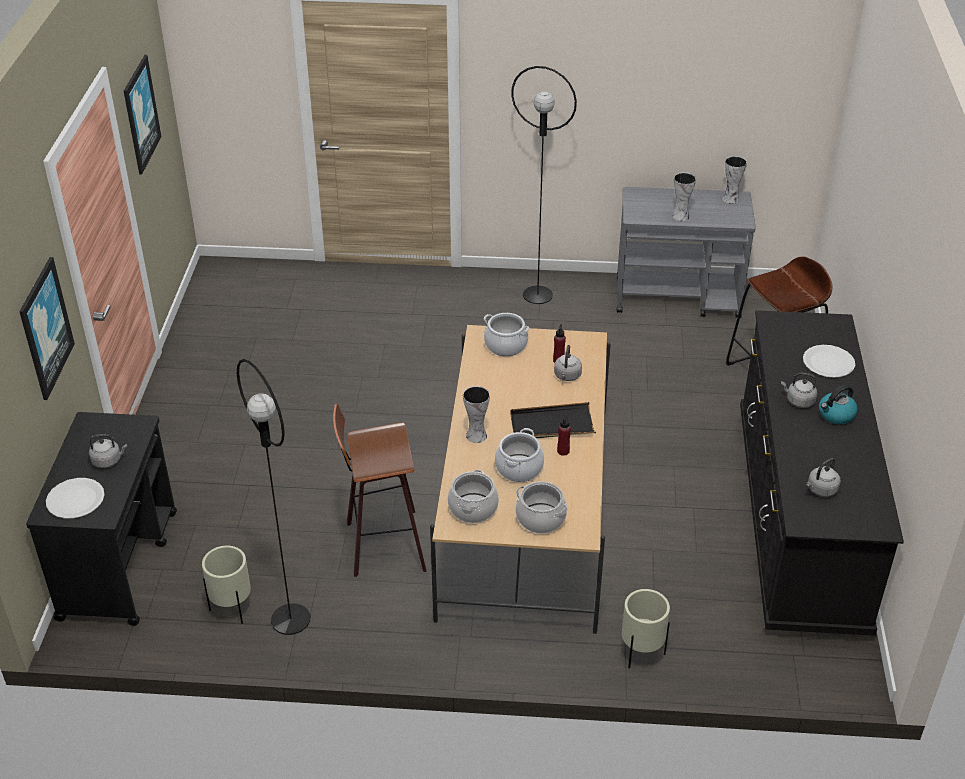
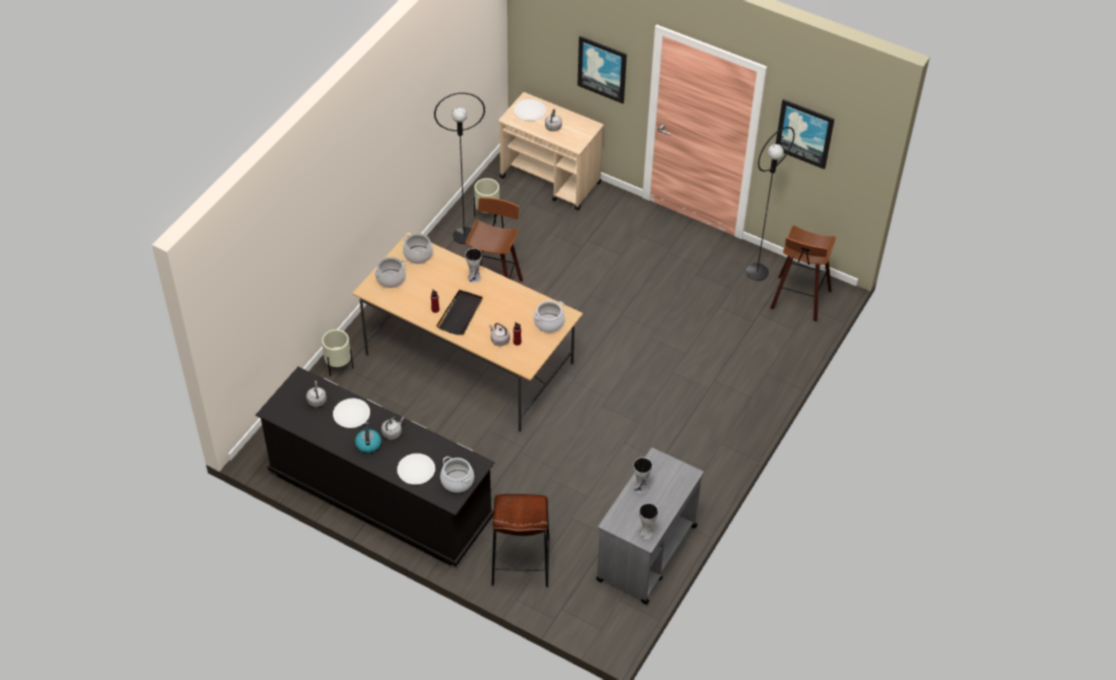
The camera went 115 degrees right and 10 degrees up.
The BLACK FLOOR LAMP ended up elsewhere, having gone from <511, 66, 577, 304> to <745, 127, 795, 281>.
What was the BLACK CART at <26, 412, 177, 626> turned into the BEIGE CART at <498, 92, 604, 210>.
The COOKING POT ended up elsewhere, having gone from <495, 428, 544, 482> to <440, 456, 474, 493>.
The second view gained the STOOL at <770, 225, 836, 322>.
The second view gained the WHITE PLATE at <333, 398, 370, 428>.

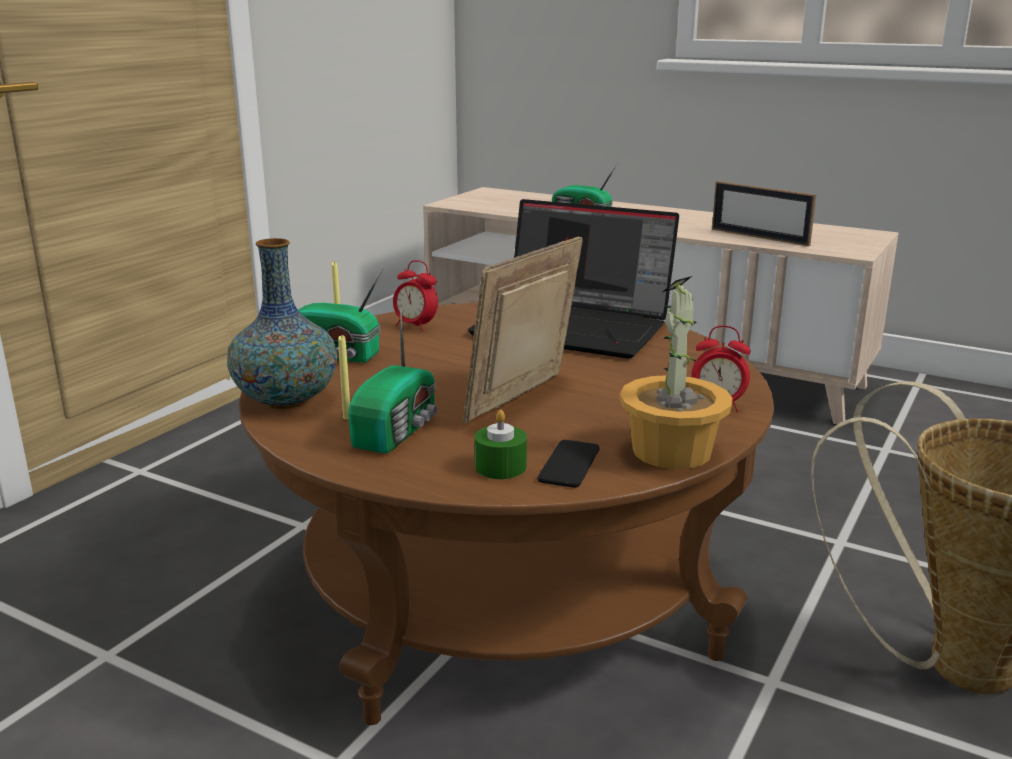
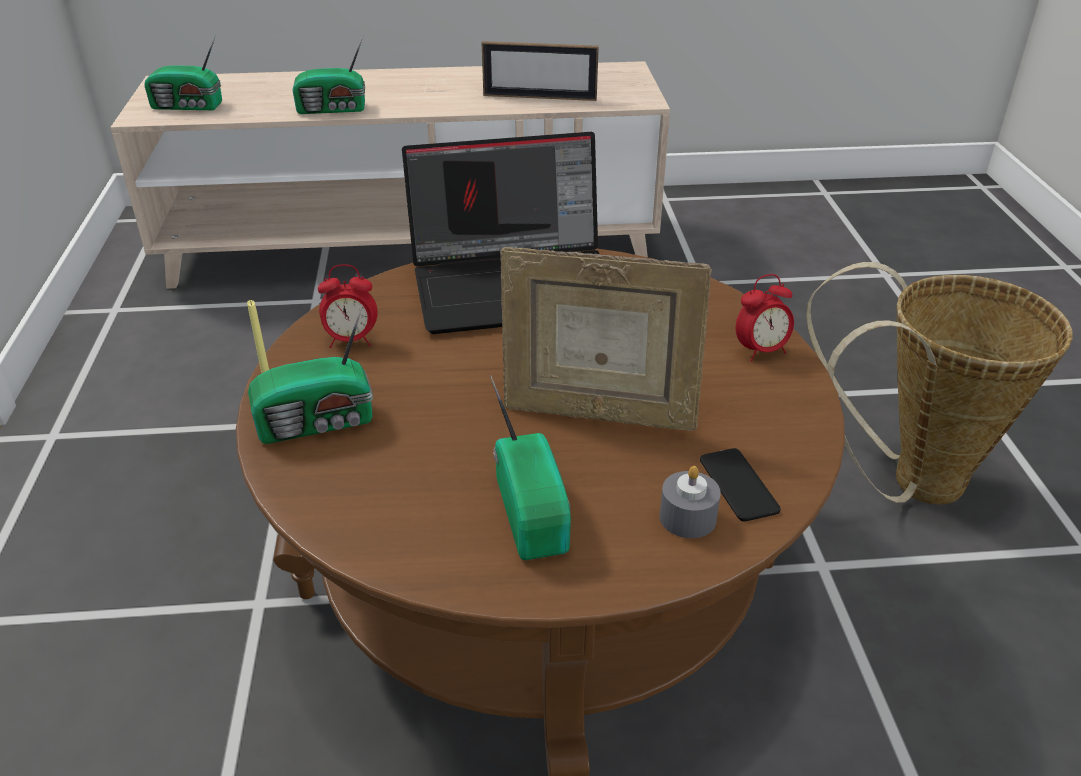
The camera went 35 degrees left and 15 degrees up.
The PICTURE FRAME at <463, 237, 582, 423> ended up facing another way, 75 degrees counterclockwise from before.
The second view lost the VASE at <227, 238, 337, 409>.
The second view lost the POTTED PLANT at <619, 276, 733, 469>.
The second view lost the YELLOW CANDLE at <338, 335, 350, 420>.
What was the GREEN CANDLE at <474, 410, 527, 479> turned into the GREY CANDLE at <659, 466, 721, 538>.
The second view gained the RADIO at <144, 34, 222, 110>.

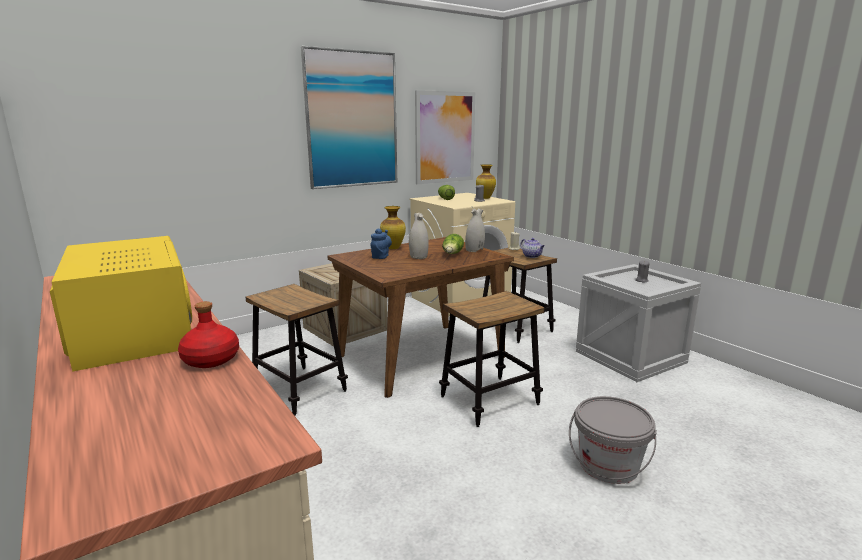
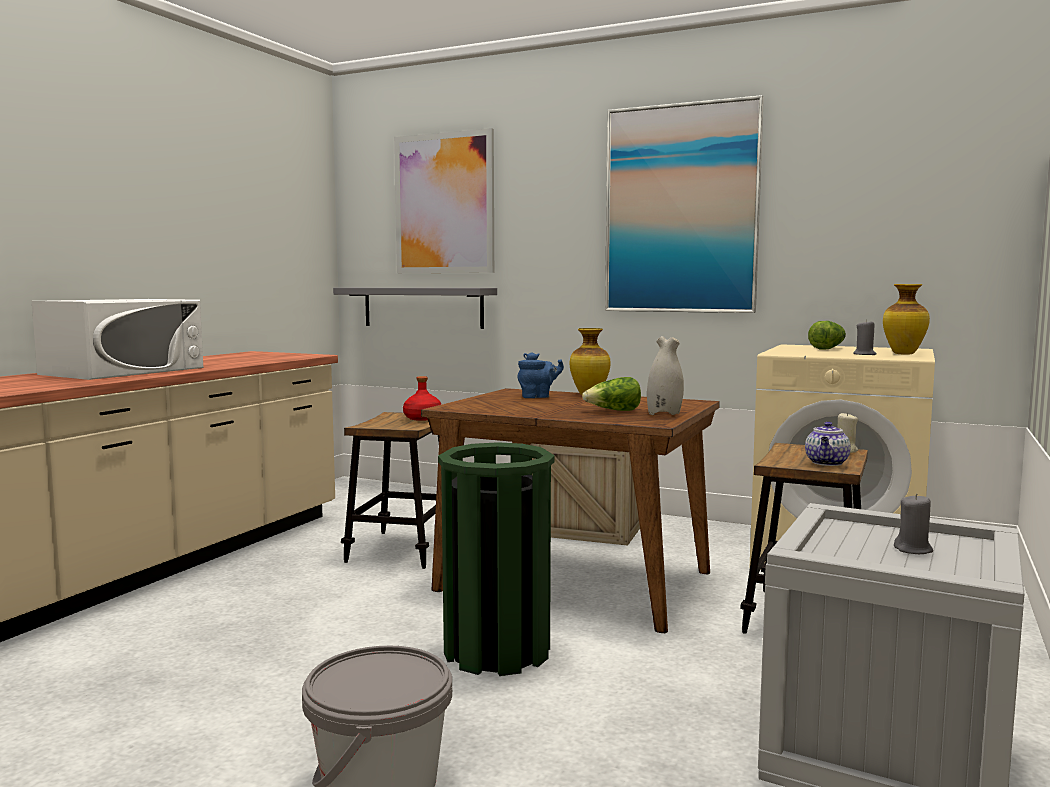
The camera went 60 degrees right and 10 degrees down.
The PICTURE ended up elsewhere, having gone from <415, 90, 475, 184> to <394, 128, 494, 273>.
The second view lost the WHITE VASE at <409, 213, 429, 259>.
What was the YELLOW MICROWAVE at <50, 236, 192, 372> turned into the WHITE MICROWAVE at <32, 299, 203, 380>.
Where the STOOL stood at <439, 291, 545, 427>, the GREEN TRASH CAN came to stand at <438, 442, 555, 676>.
The RED BOTTLE ended up elsewhere, having gone from <178, 301, 239, 368> to <403, 376, 442, 421>.
The second view gained the GREY SHELF at <333, 288, 497, 329>.

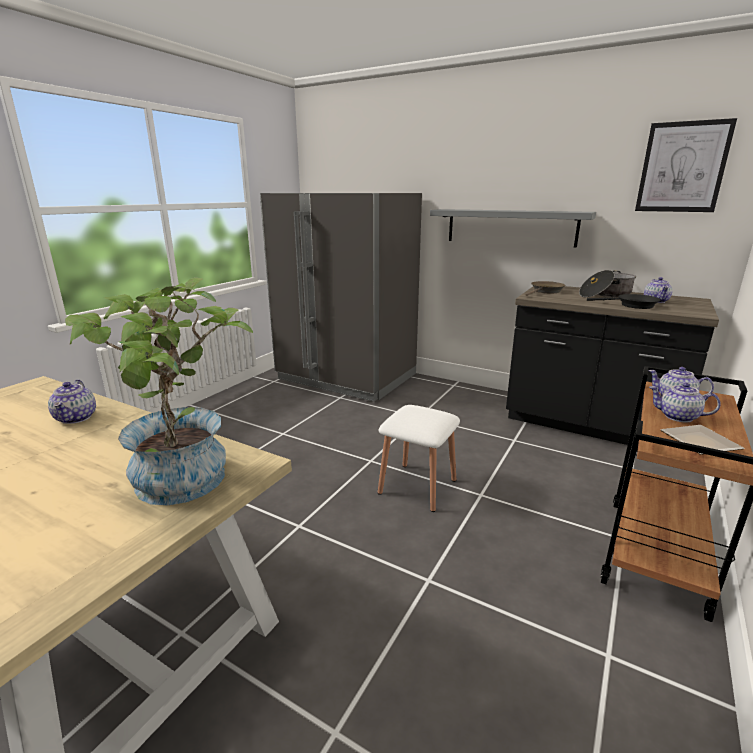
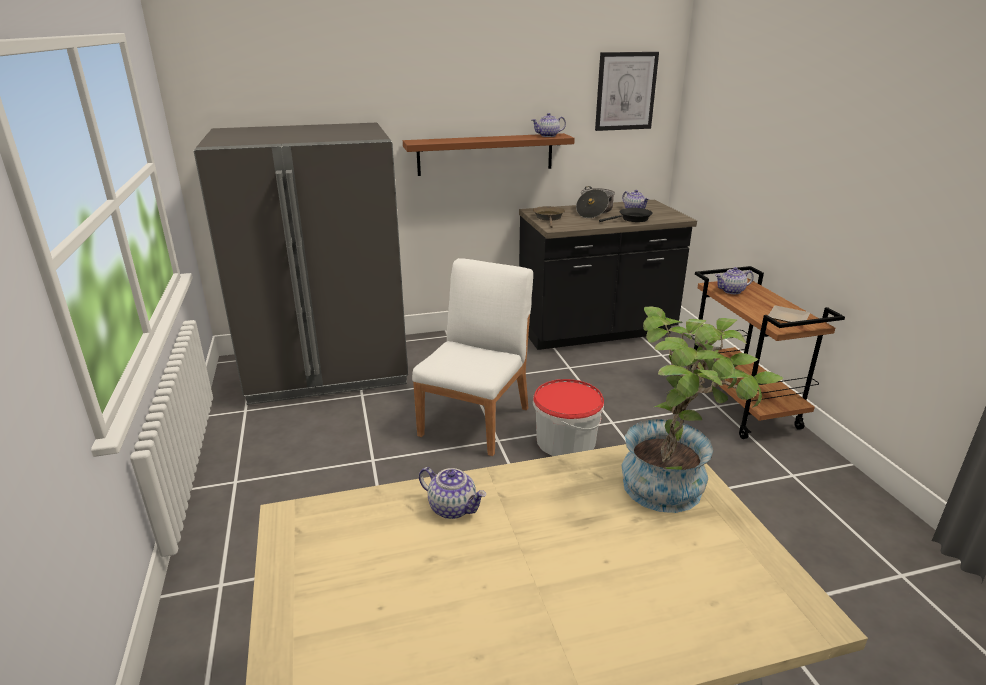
The camera went 45 degrees left and 5 degrees up.
What was the GREY SHELF at <430, 209, 596, 248> turned into the BROWN SHELF at <403, 133, 575, 176>.
The TEAPOT ended up elsewhere, having gone from <649, 383, 721, 423> to <532, 113, 566, 137>.
Where the WHITE STOOL stood at <378, 405, 460, 512>, the BUCKET came to stand at <533, 379, 604, 456>.
The second view gained the WHITE CHAIR at <412, 258, 533, 456>.

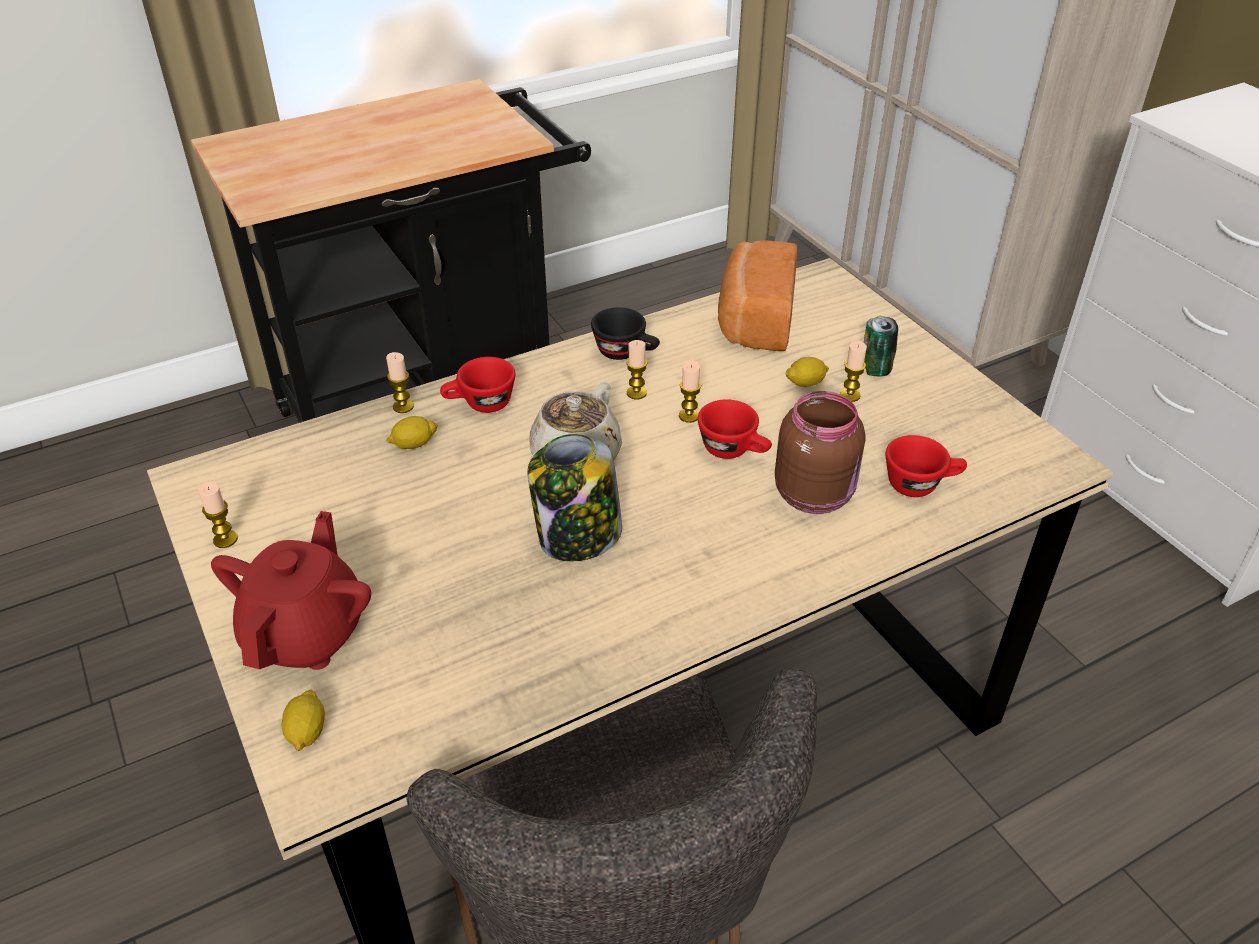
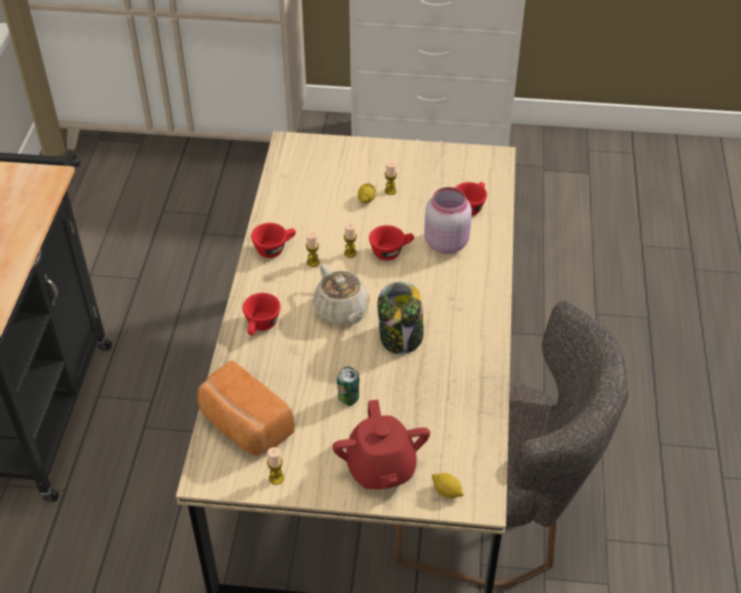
The camera went 55 degrees left and 5 degrees up.
The BREAD ended up elsewhere, having gone from <718, 240, 797, 351> to <198, 361, 295, 456>.
What was the BLACK CUP at <591, 307, 660, 360> turned into the RED CUP at <251, 223, 296, 258>.
The CAN ended up elsewhere, having gone from <864, 316, 898, 377> to <337, 366, 360, 406>.
The second view lost the CANDLE at <386, 352, 414, 413>.
What was the BROWN JAR at <775, 391, 866, 514> turned into the PINK JAR at <424, 187, 472, 254>.
The second view lost the LEMON at <386, 416, 438, 449>.
The RED TEAPOT at <211, 511, 371, 670> ended up facing another way, 150 degrees counterclockwise from before.

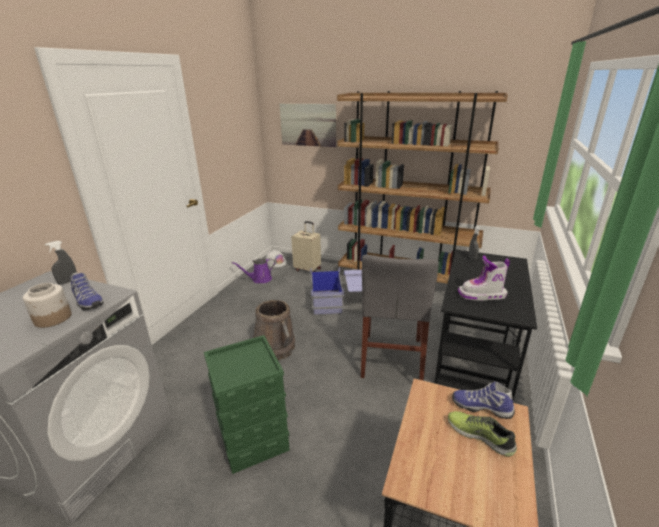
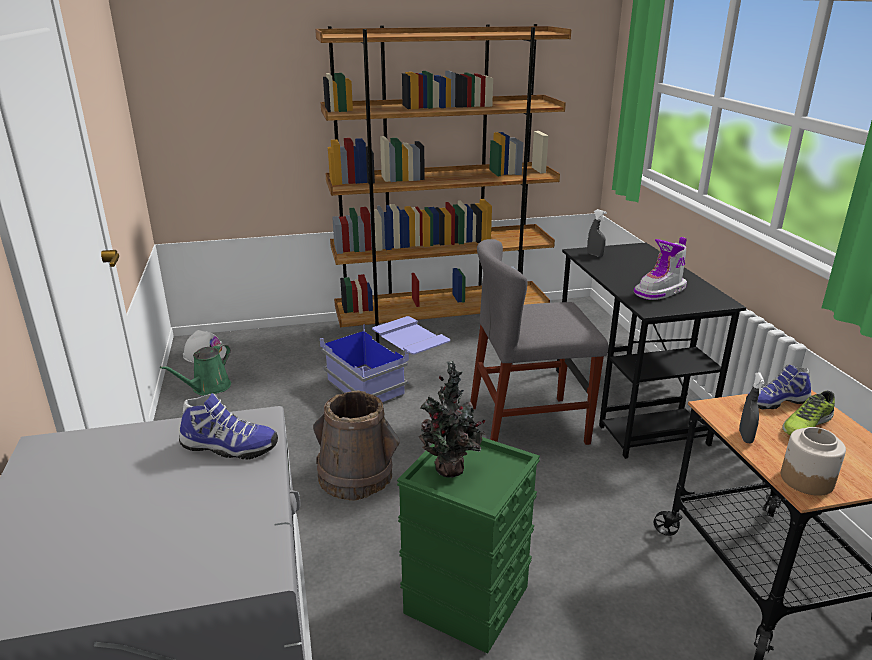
The camera went 35 degrees left and 0 degrees up.
The second view lost the PICTURE at <280, 103, 336, 147>.
The second view lost the BEIGE SUITCASE at <291, 221, 321, 272>.
The GREY SPRAY BOTTLE ended up elsewhere, having gone from <45, 241, 77, 285> to <739, 373, 765, 443>.
The GREY CHAIR at <361, 254, 439, 381> ended up facing another way, 105 degrees clockwise from before.
What was the PURPLE WATERING CAN at <232, 258, 275, 283> turned into the GREEN WATERING CAN at <160, 344, 231, 396>.
The JAR ended up elsewhere, having gone from <23, 283, 71, 328> to <781, 427, 846, 496>.
The SHOE at <448, 411, 517, 457> ended up facing another way, 45 degrees counterclockwise from before.
The second view gained the POTTED PLANT at <418, 360, 485, 478>.

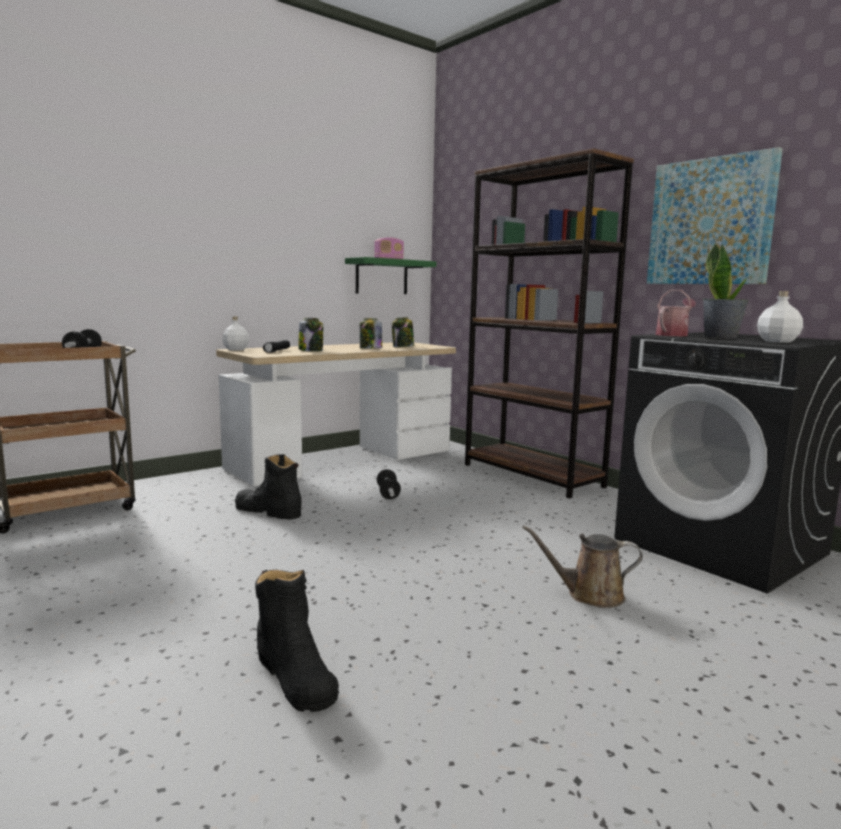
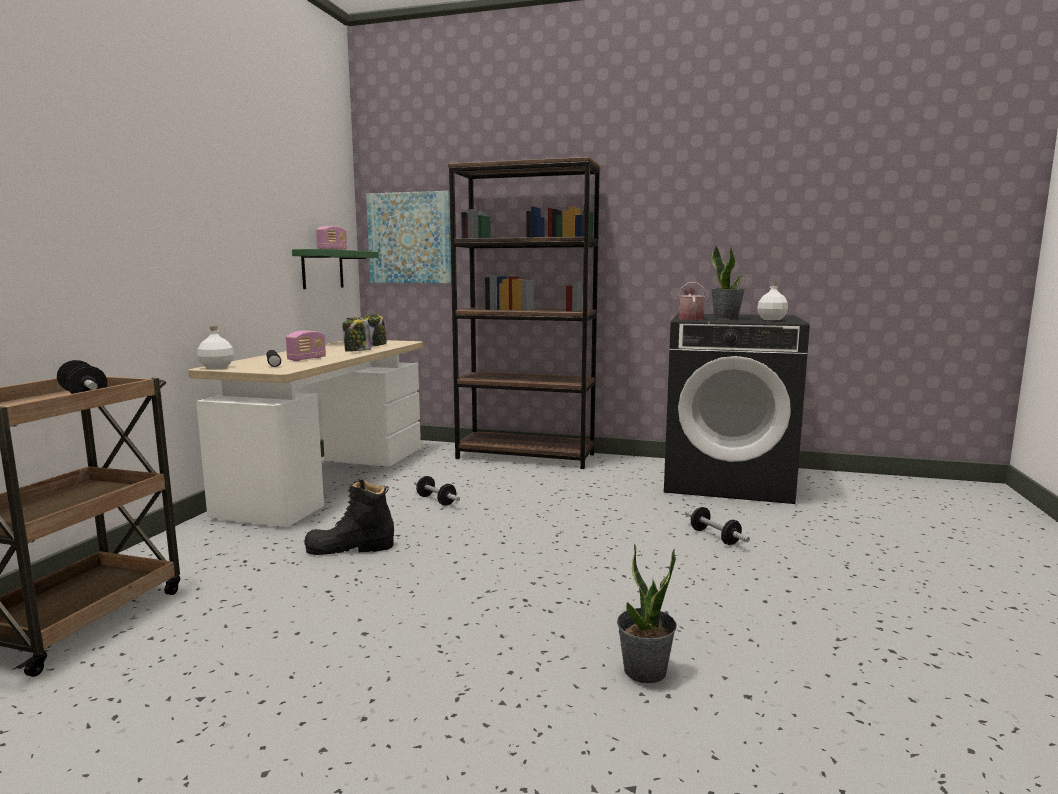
The camera went 35 degrees left and 0 degrees up.
The PICTURE ended up elsewhere, having gone from <647, 147, 783, 284> to <366, 191, 452, 283>.
Where the JAR stood at <298, 318, 323, 352>, the RADIO came to stand at <286, 331, 326, 361>.
Where the BROWN WATERING CAN stood at <522, 525, 643, 608>, the DUMBBELL came to stand at <685, 507, 750, 545>.
Where the BLACK BOOT stood at <255, 570, 339, 712>, the POTTED PLANT came to stand at <617, 543, 677, 683>.

